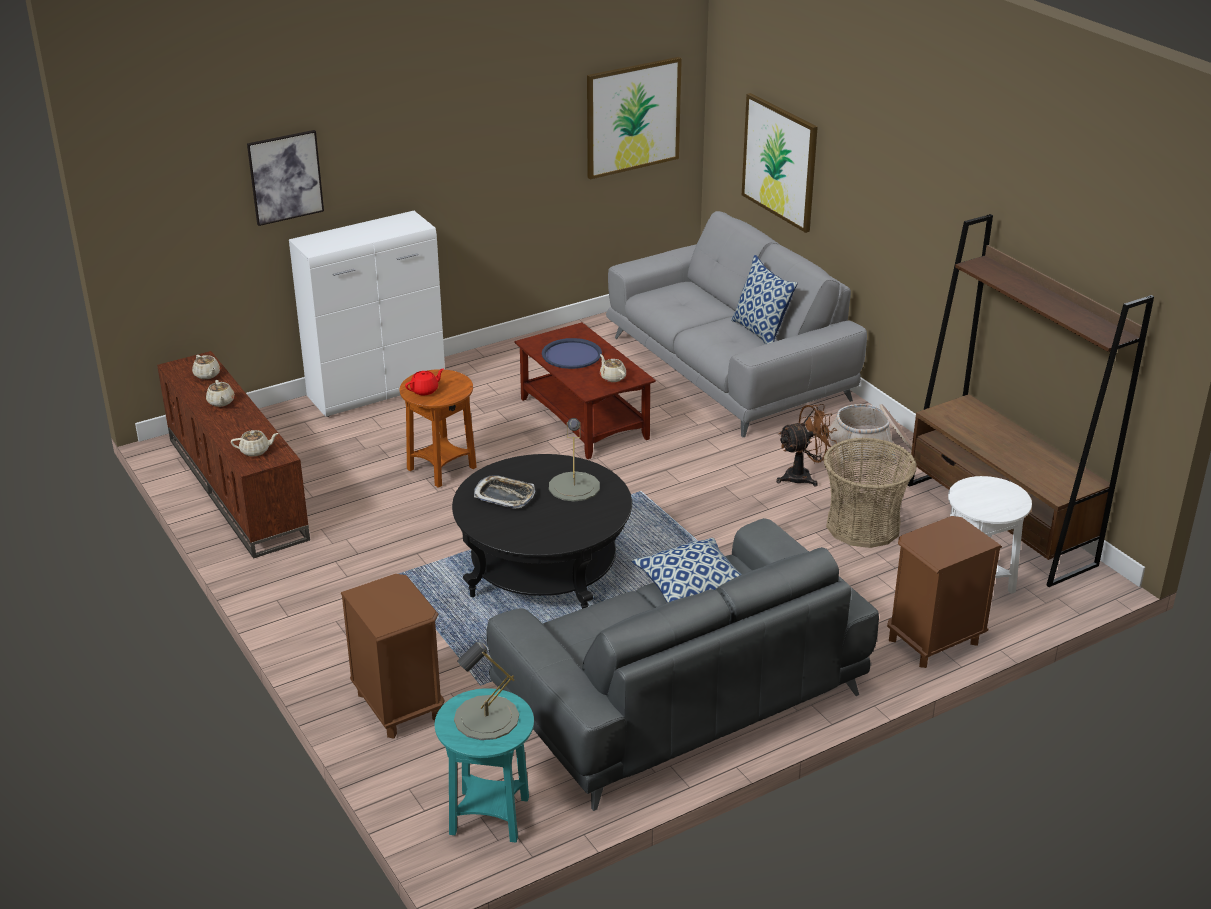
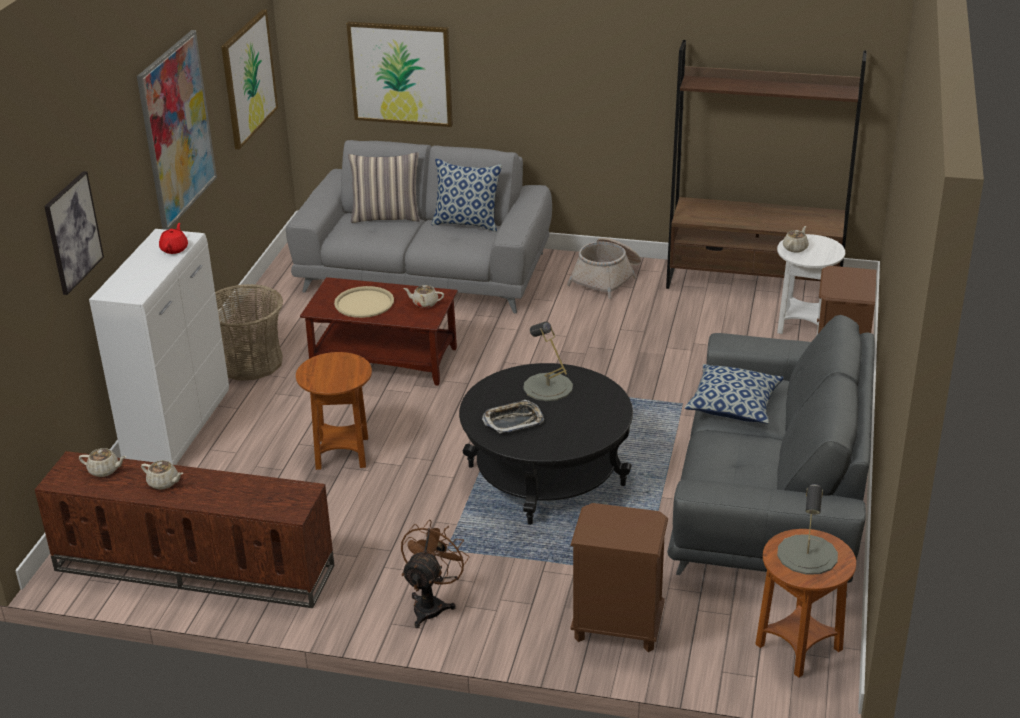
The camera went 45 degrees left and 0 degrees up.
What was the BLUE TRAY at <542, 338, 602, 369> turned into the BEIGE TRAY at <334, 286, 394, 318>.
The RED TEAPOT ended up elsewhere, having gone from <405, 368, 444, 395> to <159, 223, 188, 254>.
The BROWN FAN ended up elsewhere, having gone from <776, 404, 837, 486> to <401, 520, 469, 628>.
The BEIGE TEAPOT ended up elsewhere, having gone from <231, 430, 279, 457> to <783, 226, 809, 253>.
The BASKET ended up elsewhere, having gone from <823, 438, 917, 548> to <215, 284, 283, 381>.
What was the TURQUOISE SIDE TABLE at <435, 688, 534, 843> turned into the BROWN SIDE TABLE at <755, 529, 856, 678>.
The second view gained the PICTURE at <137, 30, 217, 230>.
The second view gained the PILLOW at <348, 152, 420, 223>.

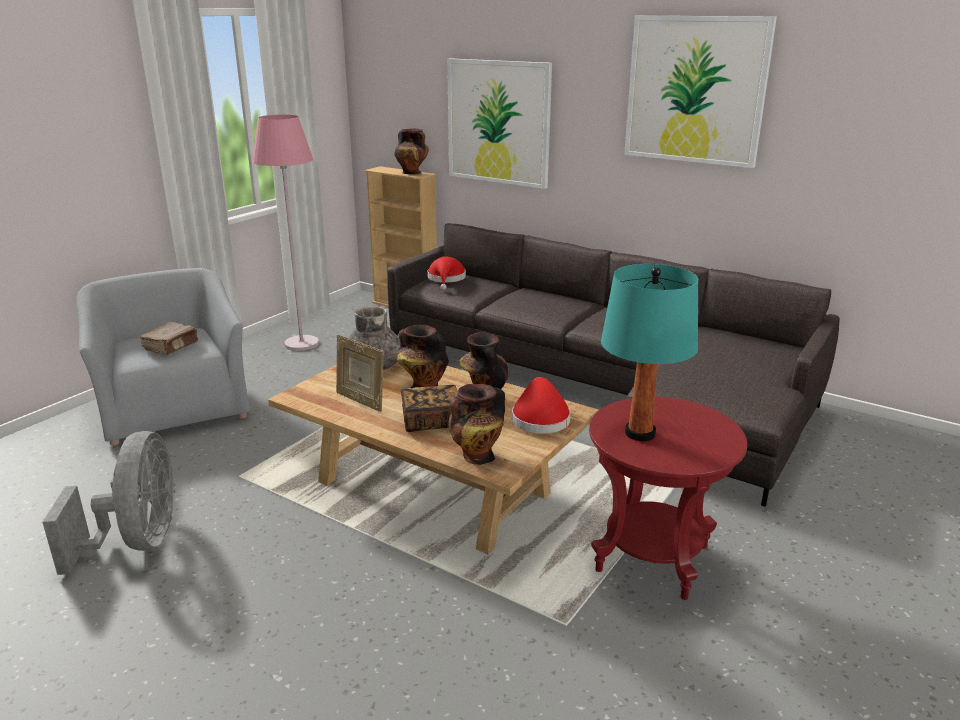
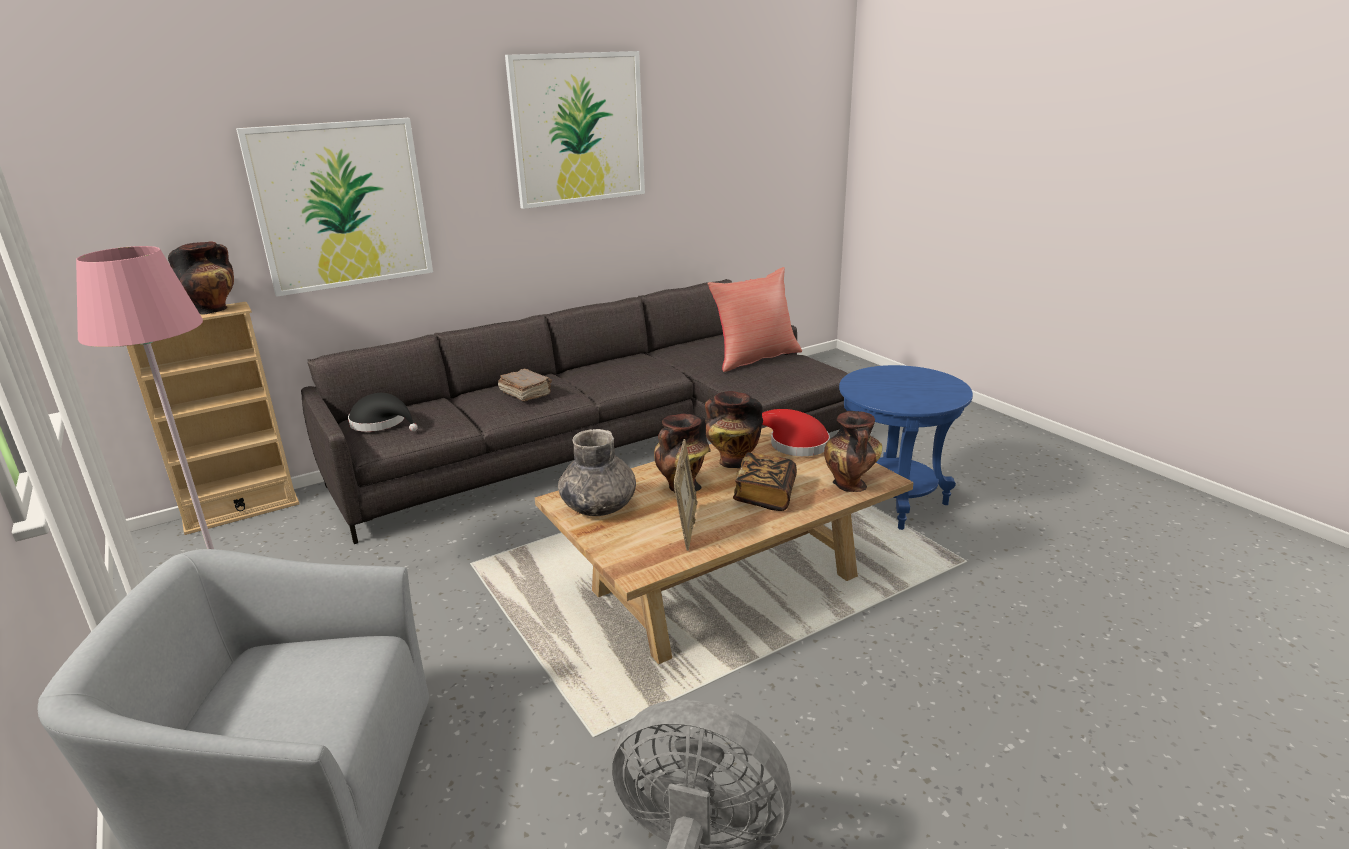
The camera went 65 degrees left and 0 degrees up.
What was the RED HAT at <427, 257, 466, 290> turned into the BLACK HAT at <348, 393, 418, 432>.
The second view lost the TURQUOISE TABLE LAMP at <601, 264, 698, 441>.
The BROWN BOOK ended up elsewhere, having gone from <141, 322, 198, 355> to <498, 369, 552, 402>.
The PICTURE FRAME at <336, 335, 384, 412> ended up facing another way, 60 degrees counterclockwise from before.
What was the RED SIDE TABLE at <589, 397, 747, 600> turned into the BLUE SIDE TABLE at <839, 365, 973, 530>.
The second view gained the RED PILLOW at <708, 267, 802, 372>.

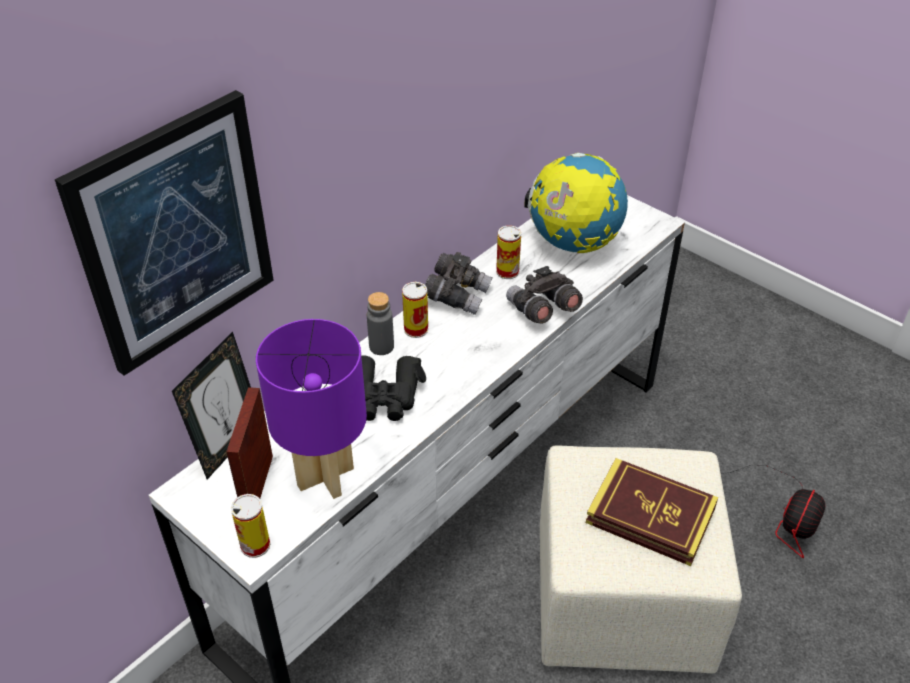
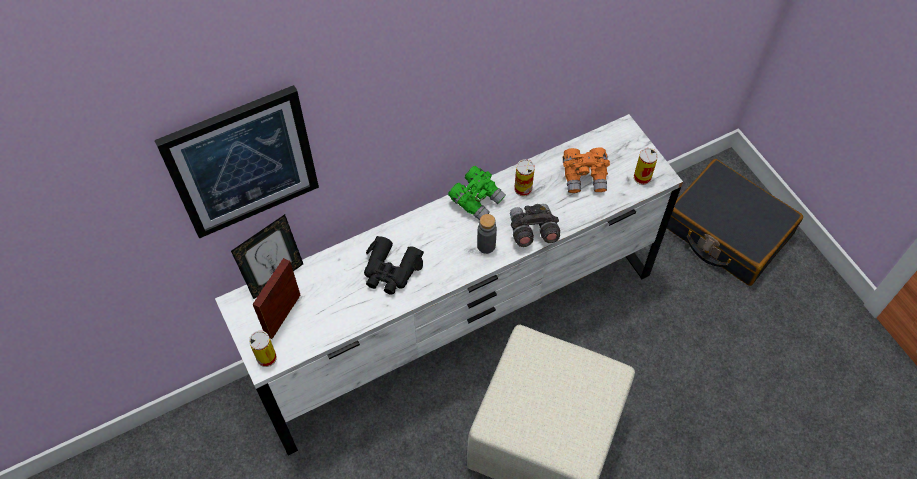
The camera went 20 degrees right and 15 degrees up.
Where the GLOBE stood at <524, 153, 628, 253>, the ORANGE BINOCULARS came to stand at <563, 147, 610, 193>.
What was the GREY BINOCULARS at <425, 252, 493, 315> turned into the GREEN BINOCULARS at <448, 166, 506, 220>.
The CAN ended up elsewhere, having gone from <402, 282, 428, 338> to <634, 148, 658, 185>.
The GREY BOTTLE ended up elsewhere, having gone from <367, 292, 394, 355> to <477, 214, 497, 254>.
The second view lost the PURPLE TABLE LAMP at <256, 319, 367, 499>.
The second view lost the BOOK at <586, 458, 718, 566>.
The second view lost the FAN at <721, 465, 825, 558>.
The second view gained the BLACK SUITCASE at <667, 159, 803, 286>.

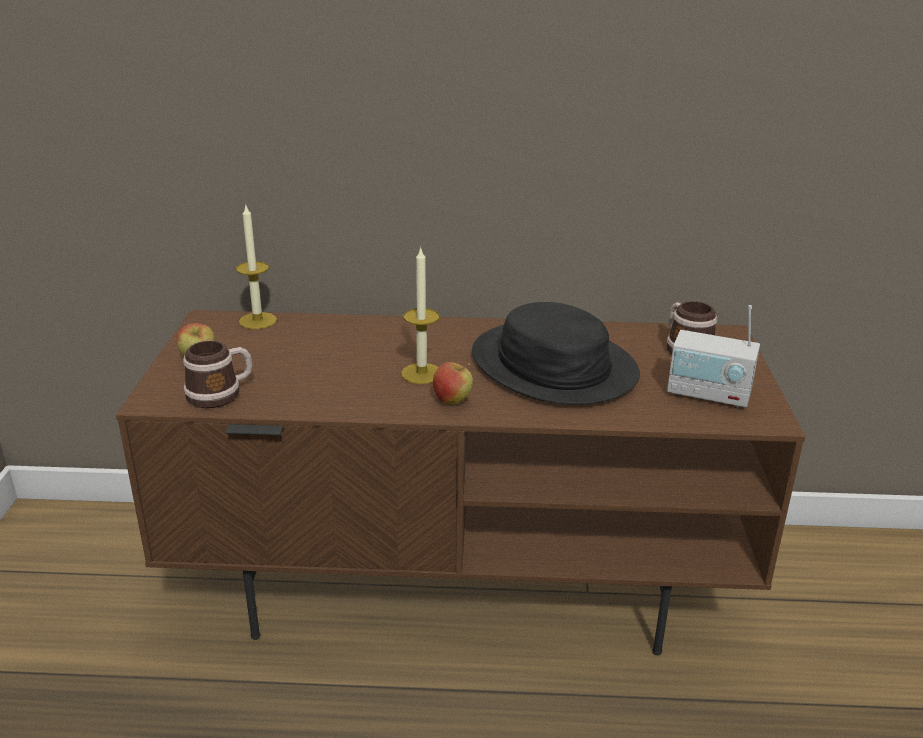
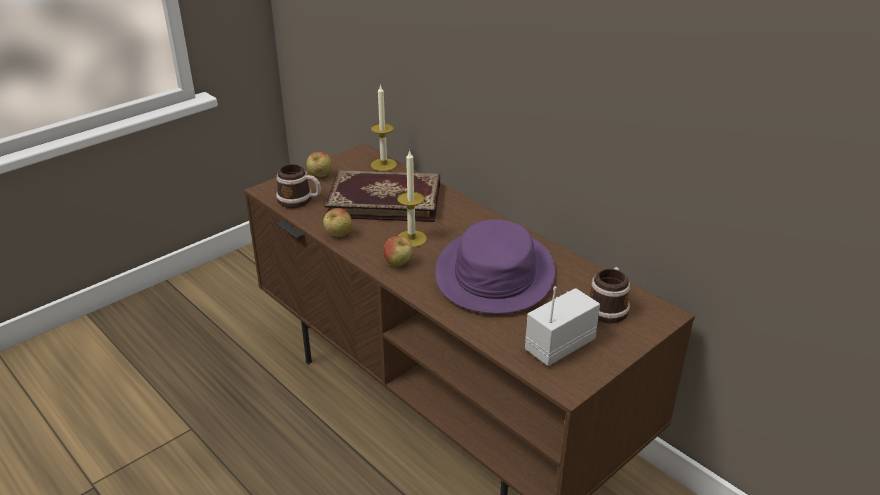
The camera went 45 degrees right and 5 degrees up.
What was the BLACK HAT at <472, 302, 640, 405> turned into the PURPLE HAT at <435, 219, 555, 314>.
The RADIO at <667, 305, 760, 408> ended up facing another way, 75 degrees clockwise from before.
The second view gained the BOOK at <325, 170, 440, 222>.
The second view gained the APPLE at <323, 208, 352, 237>.

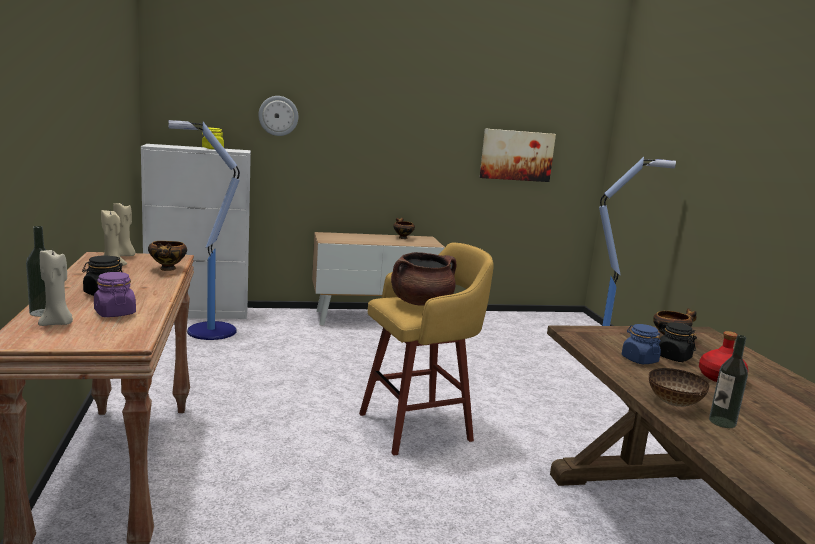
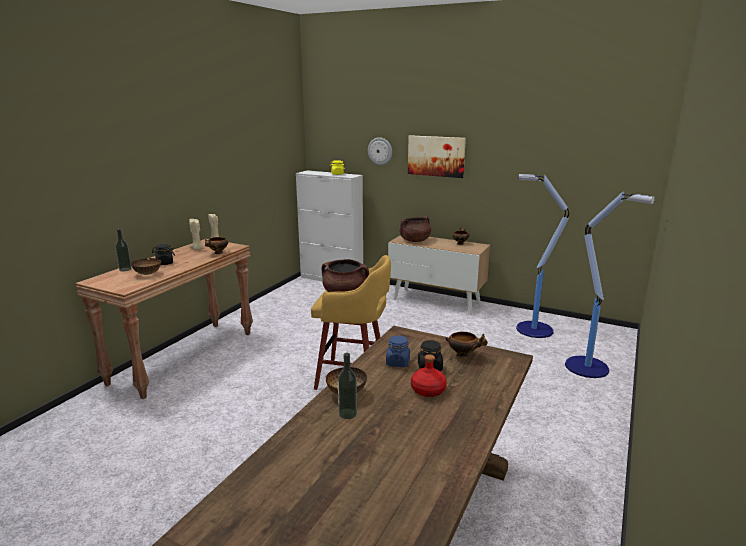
The camera went 40 degrees right and 5 degrees up.
The FLOOR LAMP ended up elsewhere, having gone from <168, 120, 240, 340> to <516, 174, 569, 338>.
The PICTURE ended up elsewhere, having gone from <480, 128, 556, 182> to <408, 135, 466, 178>.
The second view lost the BEIGE CANDLE at <38, 250, 73, 326>.
Where the PURPLE JAR stood at <94, 272, 136, 317>, the BOWL came to stand at <131, 258, 161, 275>.
The second view gained the BROWN COOKING POT at <400, 216, 431, 242>.

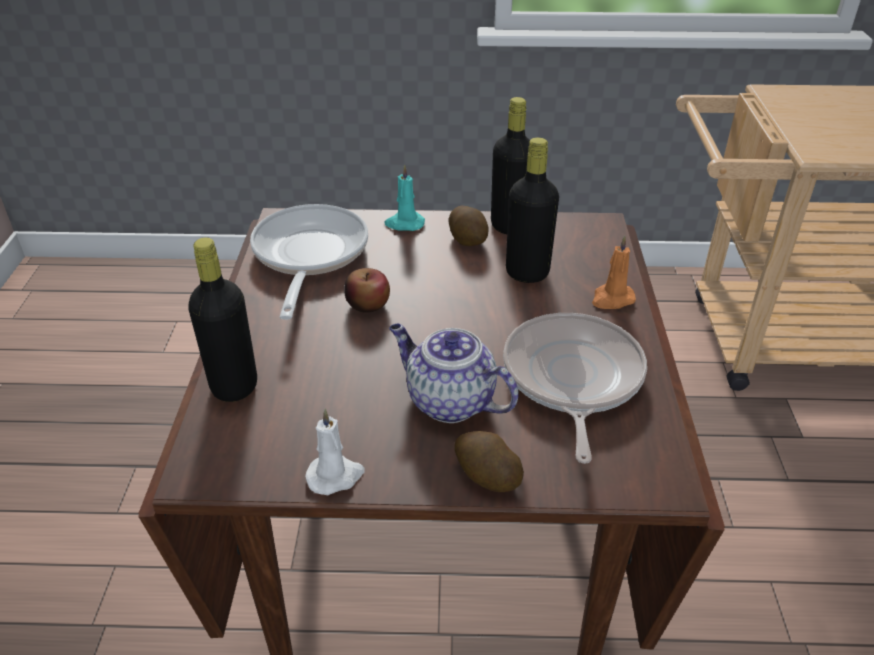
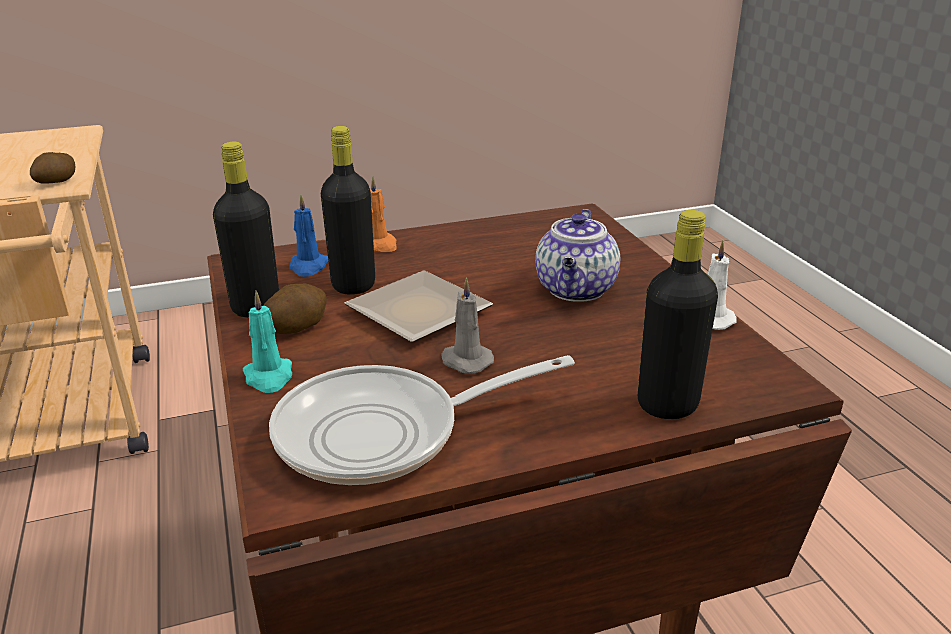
The camera went 110 degrees left and 10 degrees down.
Where the APPLE stood at <344, 268, 390, 313>, the GREY CANDLE came to stand at <441, 278, 494, 373>.
The second view lost the FRYING PAN at <503, 313, 647, 464>.
The POTATO ended up elsewhere, having gone from <455, 431, 524, 492> to <30, 152, 75, 184>.
The second view gained the BLUE CANDLE at <290, 195, 328, 277>.
The second view gained the PLATE at <345, 271, 493, 343>.

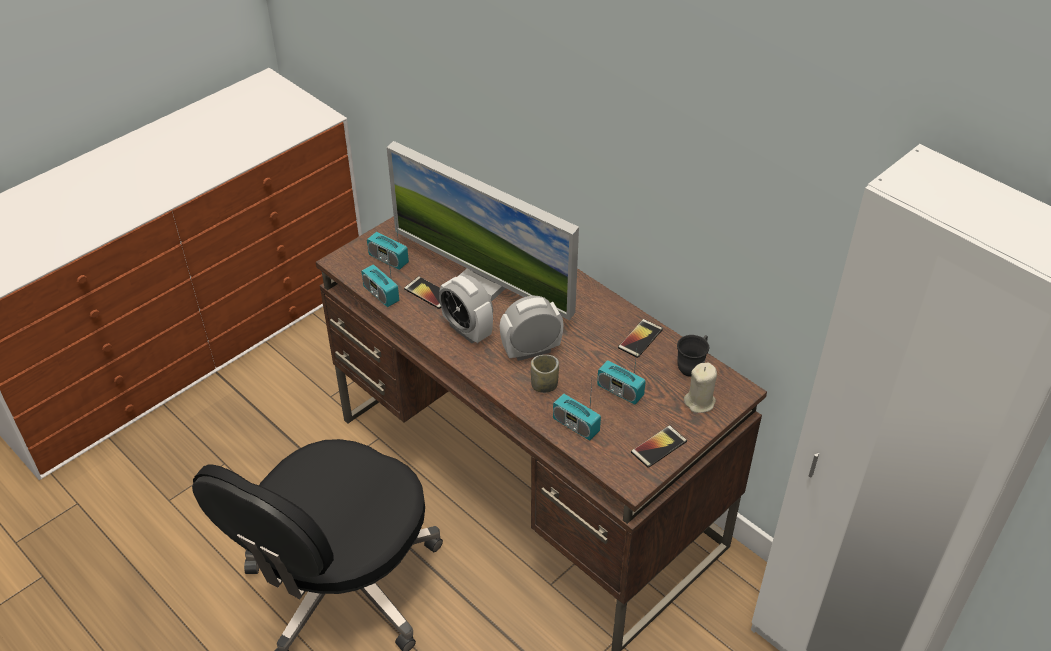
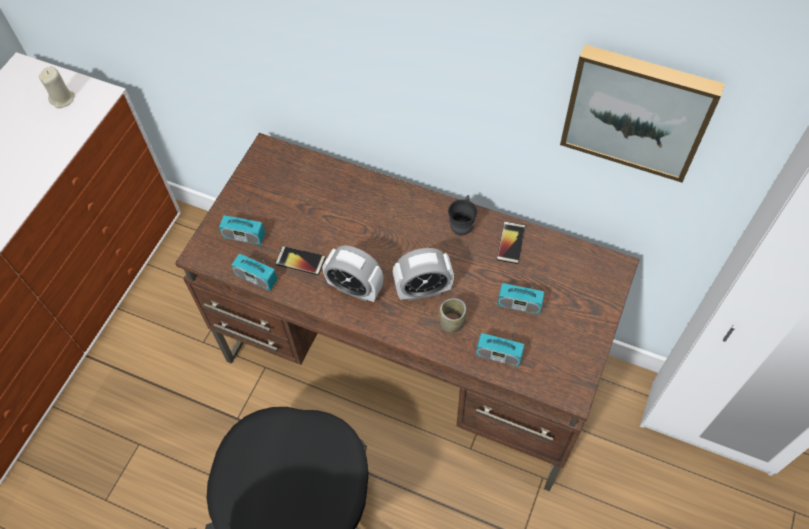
The camera went 20 degrees left and 15 degrees up.
The second view lost the MONITOR at <387, 141, 579, 320>.
The ALARM CLOCK at <500, 296, 564, 361> ended up facing another way, 150 degrees counterclockwise from before.
The GREY MUG ended up elsewhere, having gone from <677, 335, 709, 377> to <448, 195, 477, 235>.
The BEIGE CANDLE ended up elsewhere, having gone from <684, 362, 717, 413> to <39, 66, 75, 108>.
The second view lost the PHONE at <631, 425, 687, 468>.
The second view gained the PICTURE at <560, 45, 725, 183>.

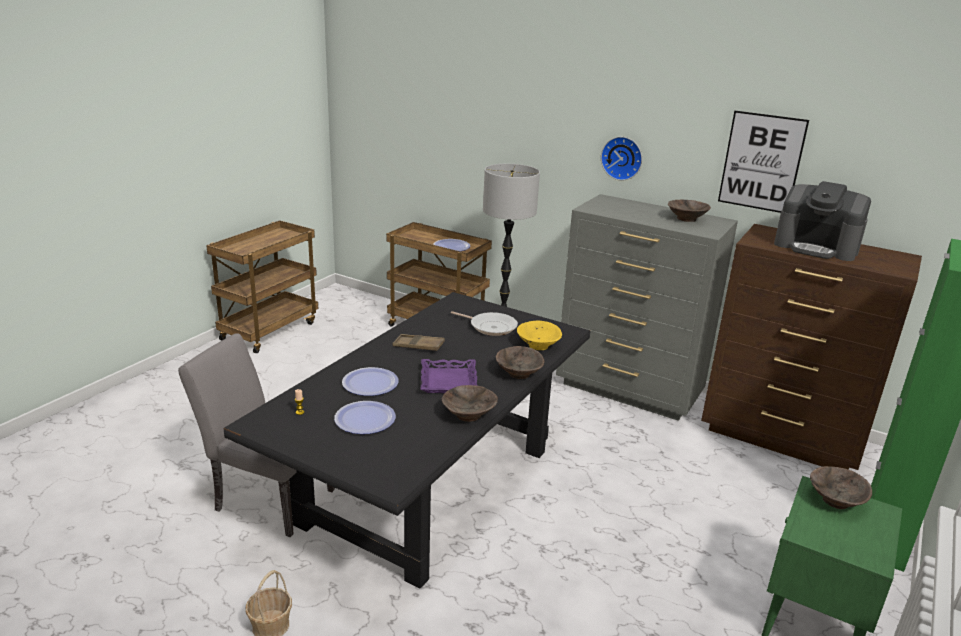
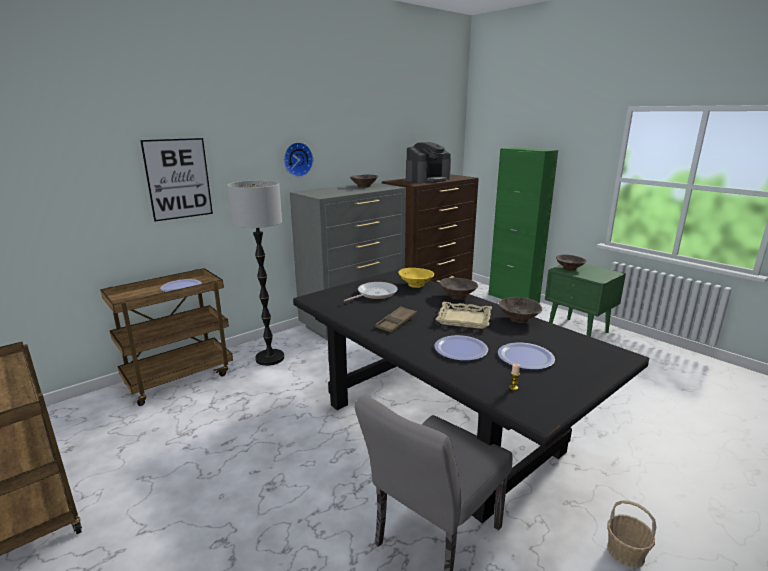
The camera went 70 degrees left and 5 degrees down.
The PICTURE ended up elsewhere, having gone from <718, 111, 809, 213> to <140, 138, 213, 221>.
What was the PURPLE TRAY at <421, 359, 478, 393> turned into the BEIGE TRAY at <435, 302, 492, 329>.

